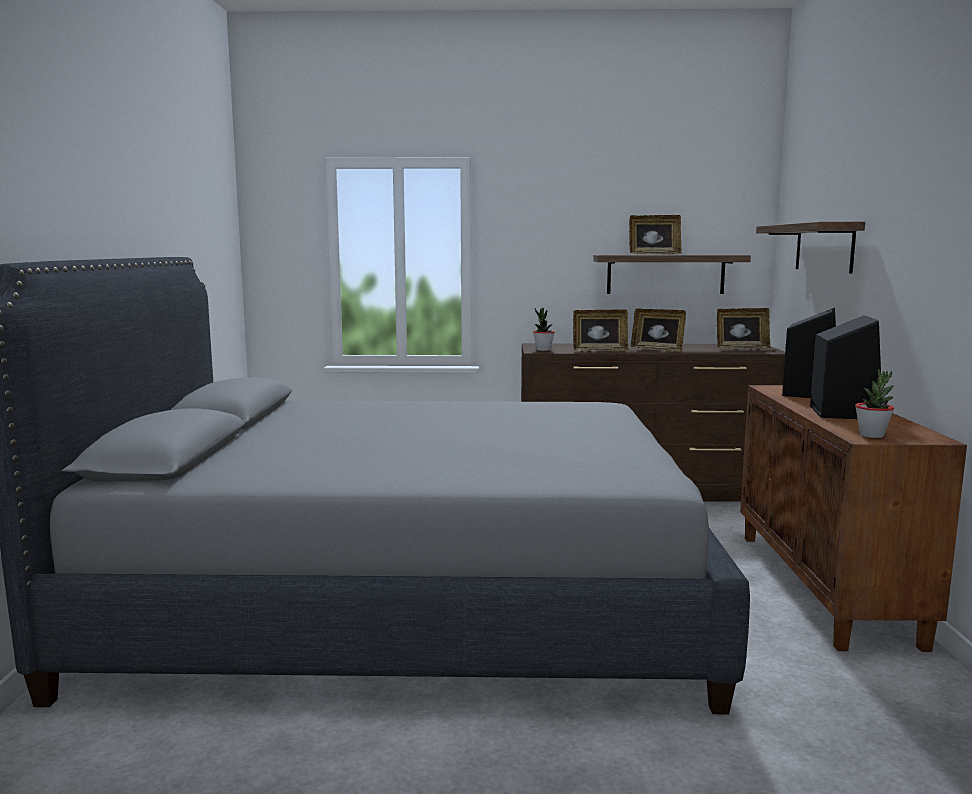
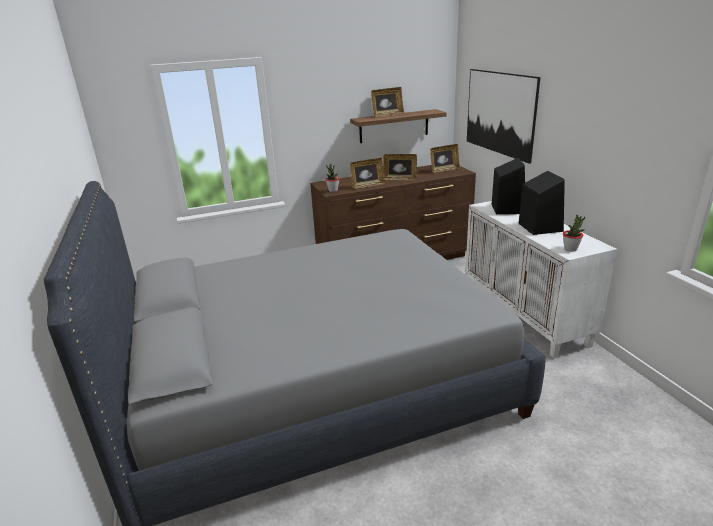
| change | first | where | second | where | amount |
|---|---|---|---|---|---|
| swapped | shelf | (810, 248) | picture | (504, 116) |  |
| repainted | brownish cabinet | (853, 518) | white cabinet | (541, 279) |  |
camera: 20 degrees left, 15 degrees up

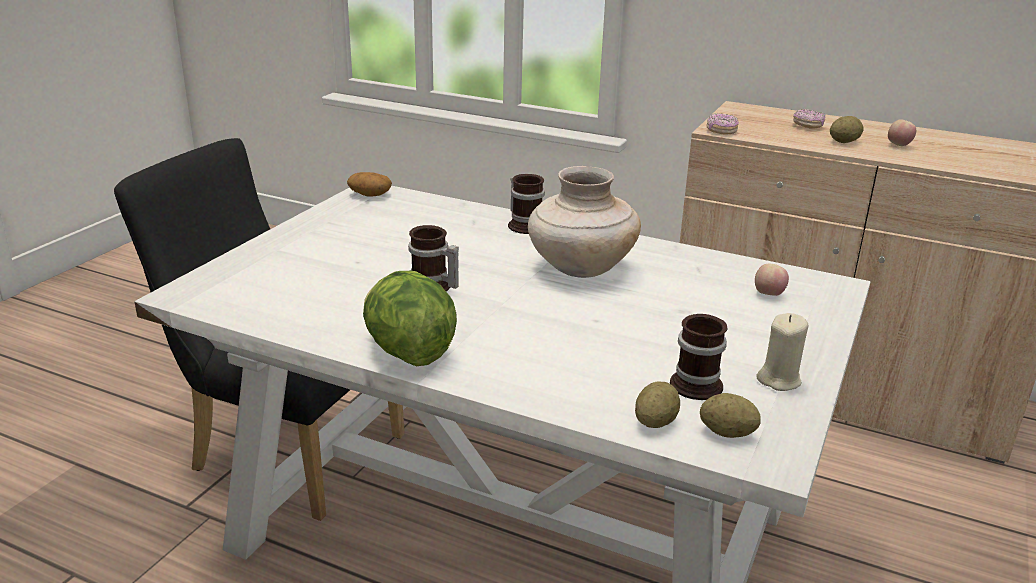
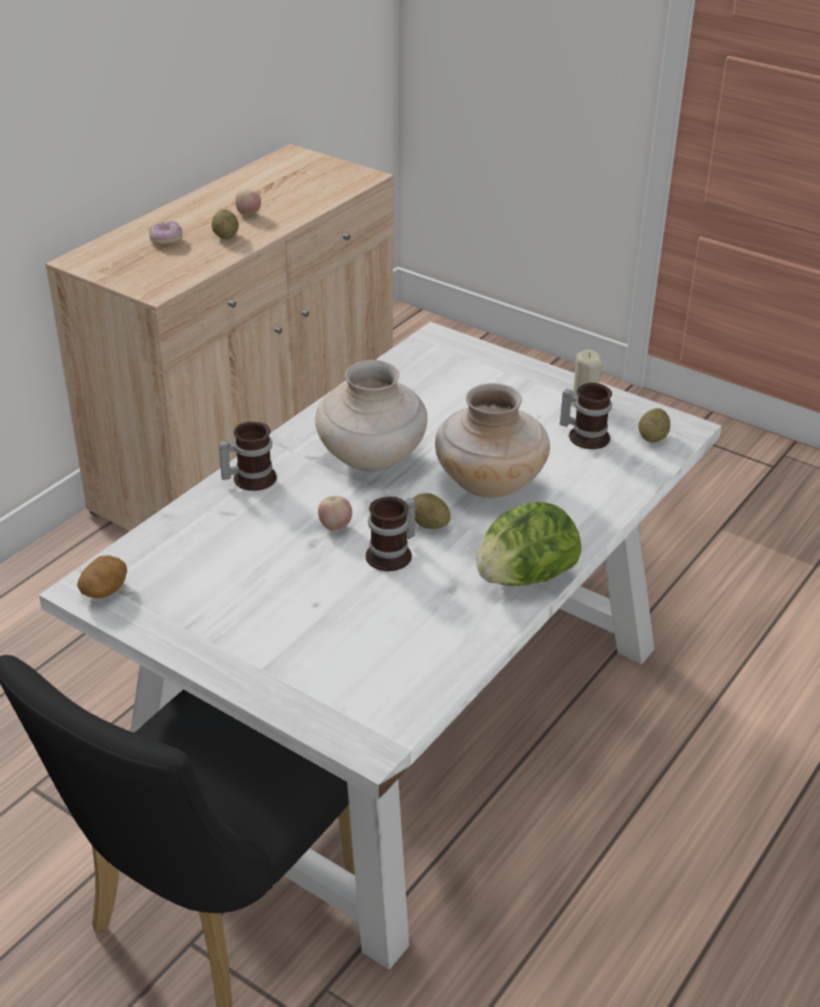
| change | first | where | second | where | amount |
|---|---|---|---|---|---|
| gone | donut | (723, 124) |  |  |  |
| new |  |  | beige-coloured flower vase | (492, 440) |  |
| shifted | whole potato | (657, 405) |  | (431, 511) |  |
| shifted | apple fruit | (772, 280) |  | (335, 513) |  |
camera: 80 degrees left, 10 degrees up

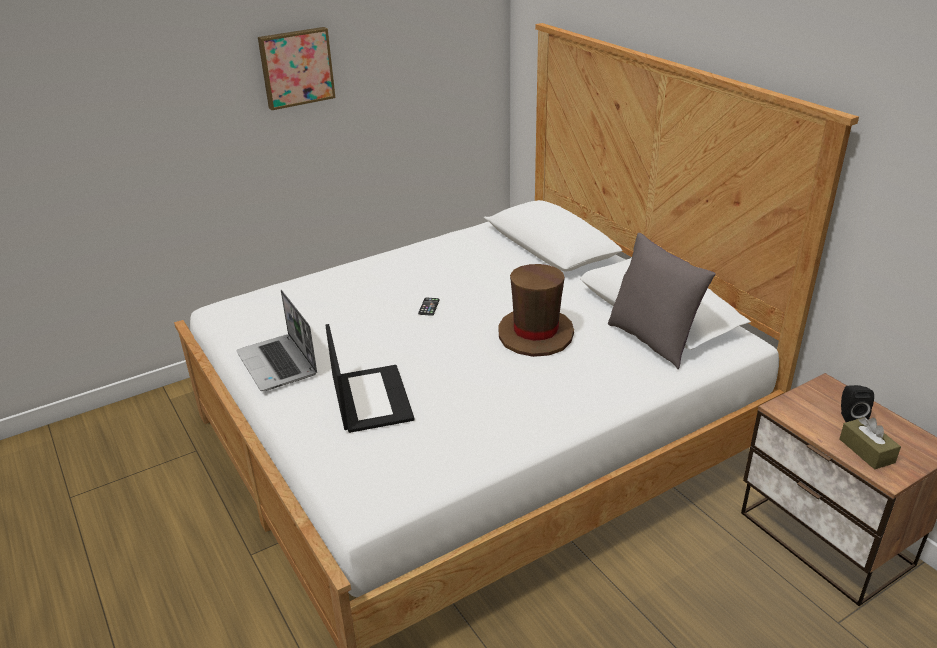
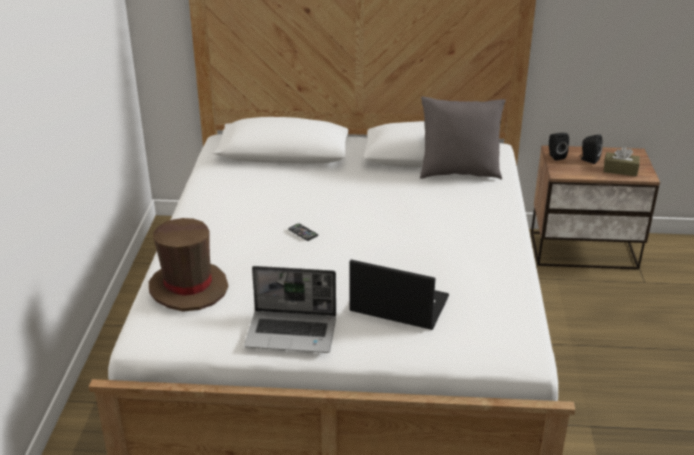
| change | first | where | second | where | amount |
|---|---|---|---|---|---|
| gone | picture | (297, 68) |  |  |  |
| new |  |  | blackish loudspeaker | (559, 147) |  |
| shifted | brownish wearable hat | (536, 310) |  | (189, 265) |  |
camera: 55 degrees left, 0 degrees up

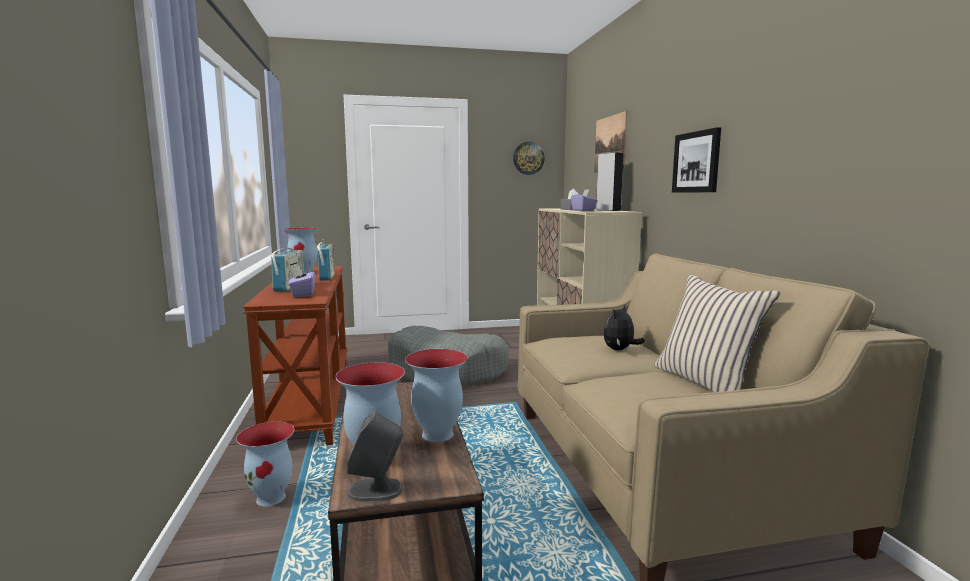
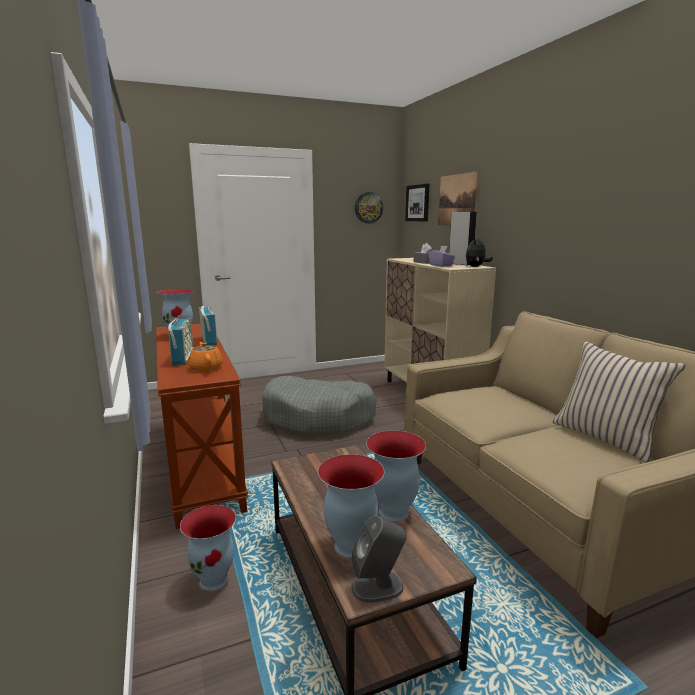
| change | first | where | second | where | amount |
|---|---|---|---|---|---|
| shifted | cuddly toy | (624, 327) |  | (479, 252) |  |
| shifted | picture | (696, 160) |  | (417, 203) |  |
| swapped | purple-coloured tissue holder | (302, 281) | orange-coloured tea pot | (205, 356) |  |
camera: 10 degrees left, 5 degrees up

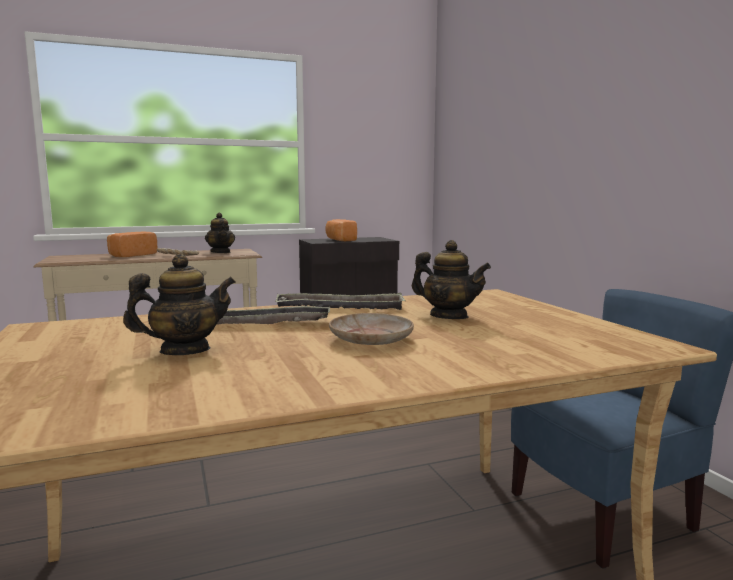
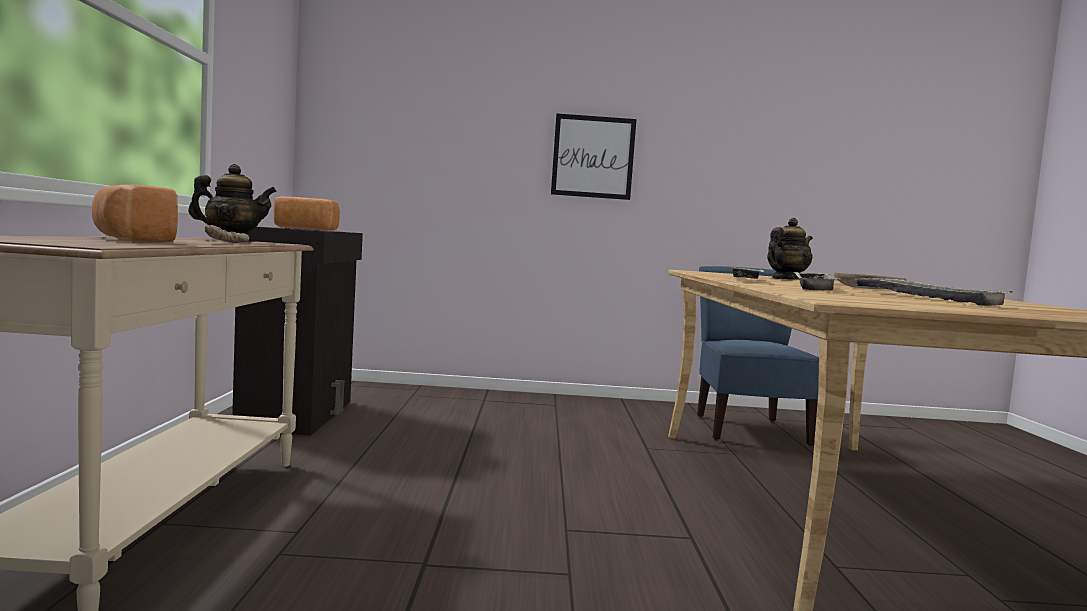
| change | first | where | second | where | amount |
|---|---|---|---|---|---|
| new |  |  | picture | (593, 156) |  |
| swapped | tea pot | (179, 304) | serving tray | (932, 291) |  |
camera: 70 degrees left, 5 degrees down

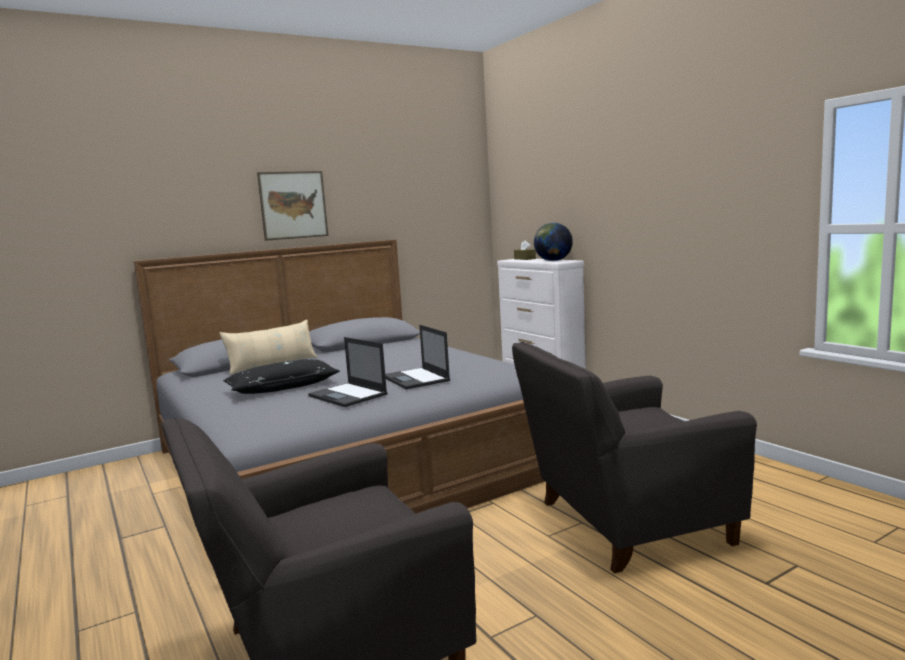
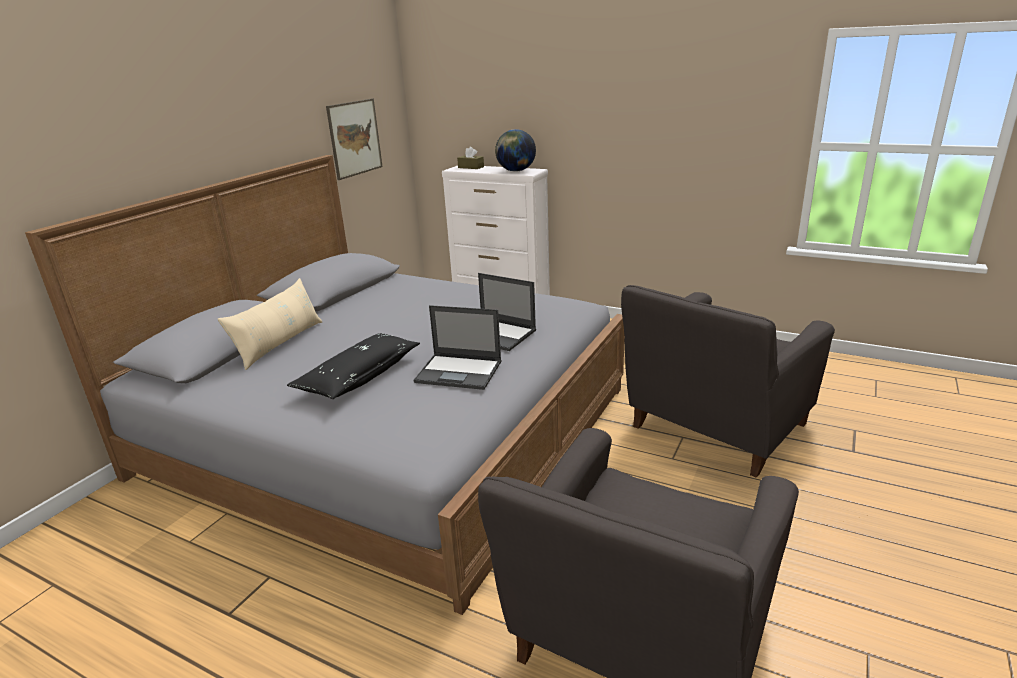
| change | first | where | second | where | amount |
|---|---|---|---|---|---|
| shifted | picture | (292, 206) |  | (354, 139) |  |
camera: 30 degrees left, 15 degrees up

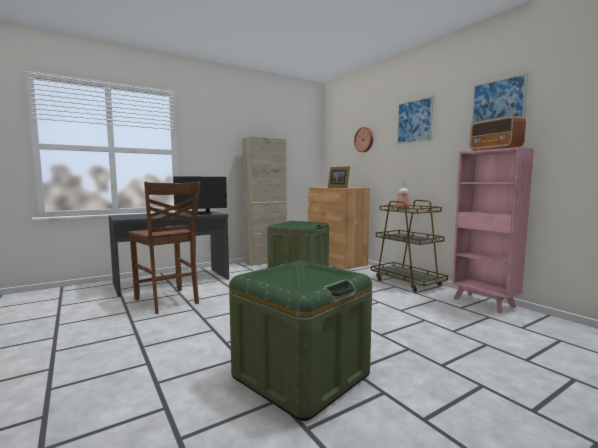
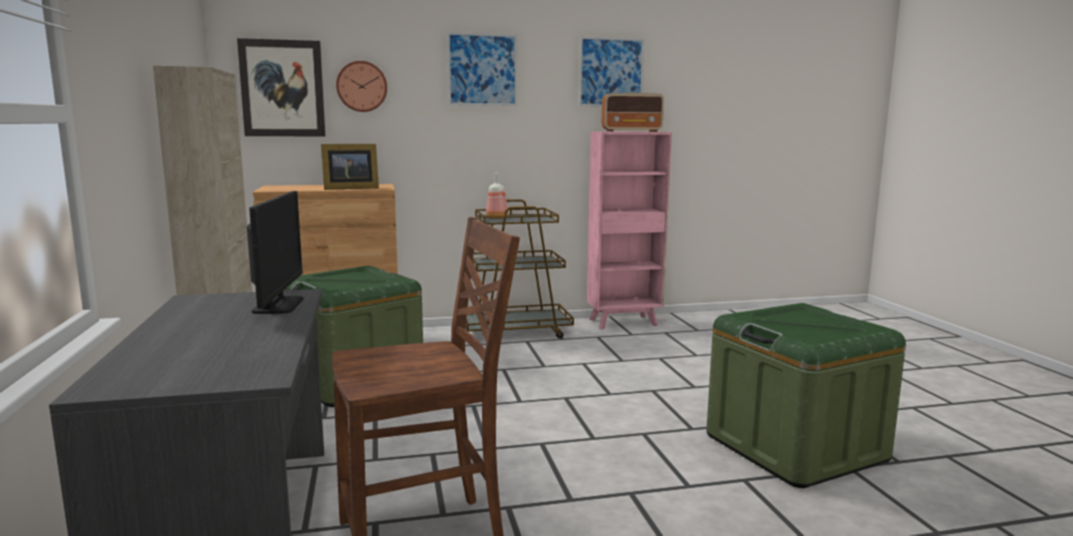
| change | first | where | second | where | amount |
|---|---|---|---|---|---|
| new |  |  | picture | (281, 87) |  |
camera: 70 degrees left, 5 degrees up

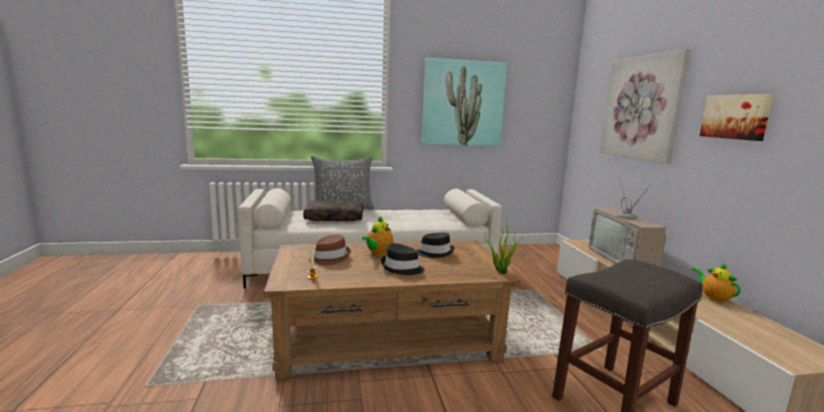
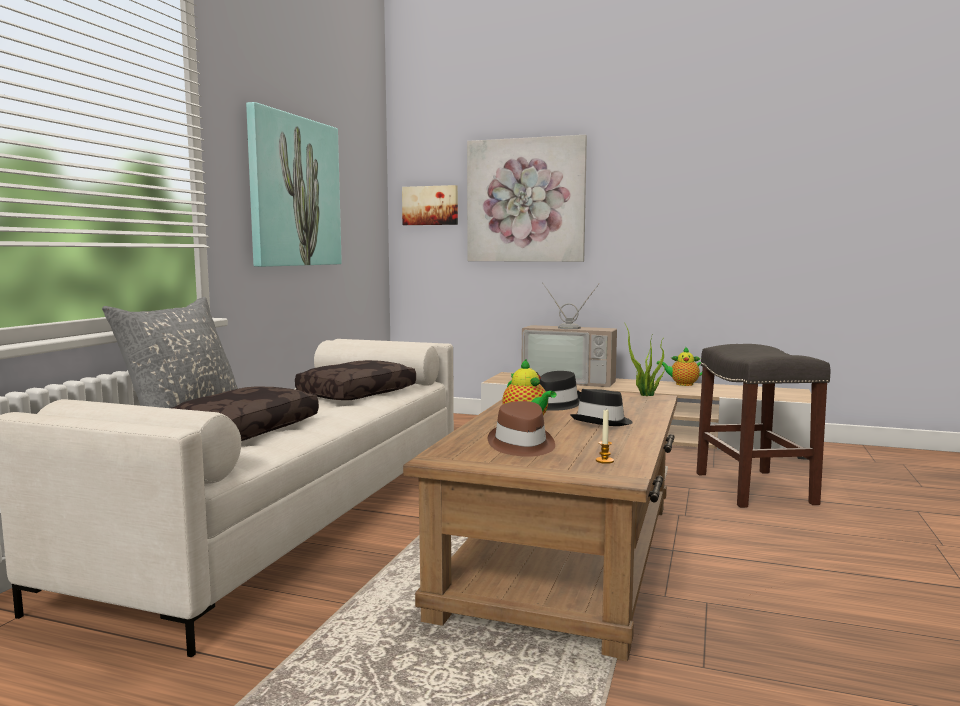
| change | first | where | second | where | amount |
|---|---|---|---|---|---|
| new |  |  | brownish throw pillow | (355, 380) |  |
| shifted | picture | (737, 117) |  | (430, 205) |  |
camera: 60 degrees left, 5 degrees down

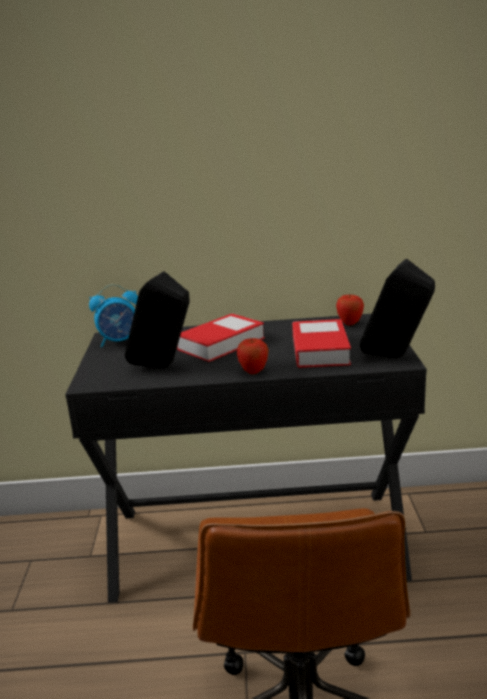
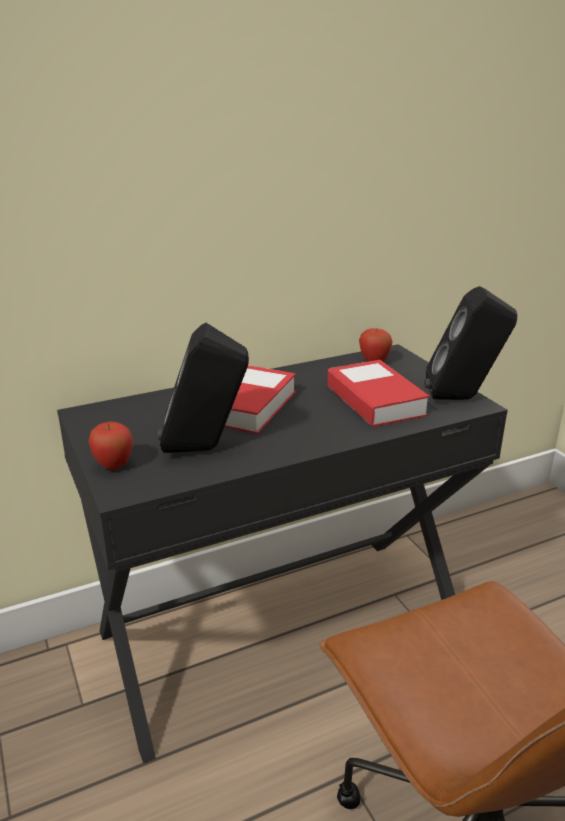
| change | first | where | second | where | amount |
|---|---|---|---|---|---|
| gone | alarm clock | (113, 316) |  |  |  |
| shifted | apple fruit | (252, 356) |  | (111, 446) |  |
camera: 25 degrees left, 5 degrees up

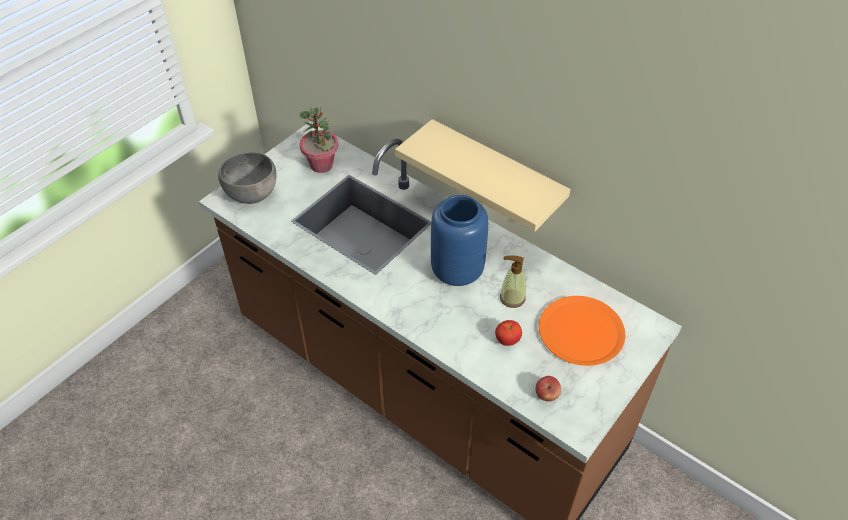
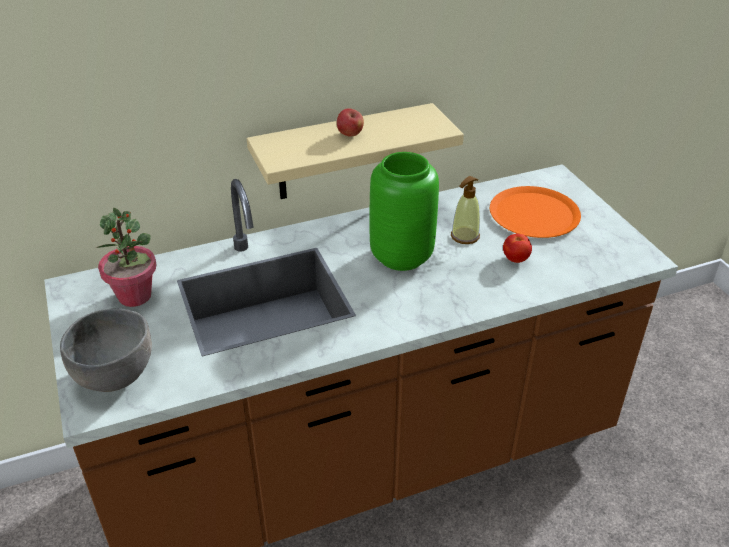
| change | first | where | second | where | amount |
|---|---|---|---|---|---|
| shifted | apple fruit | (548, 389) |  | (350, 122) |  |
| repainted | bluish flower vase | (459, 240) | green-coloured flower vase | (404, 211) |  |
camera: 60 degrees left, 10 degrees down

